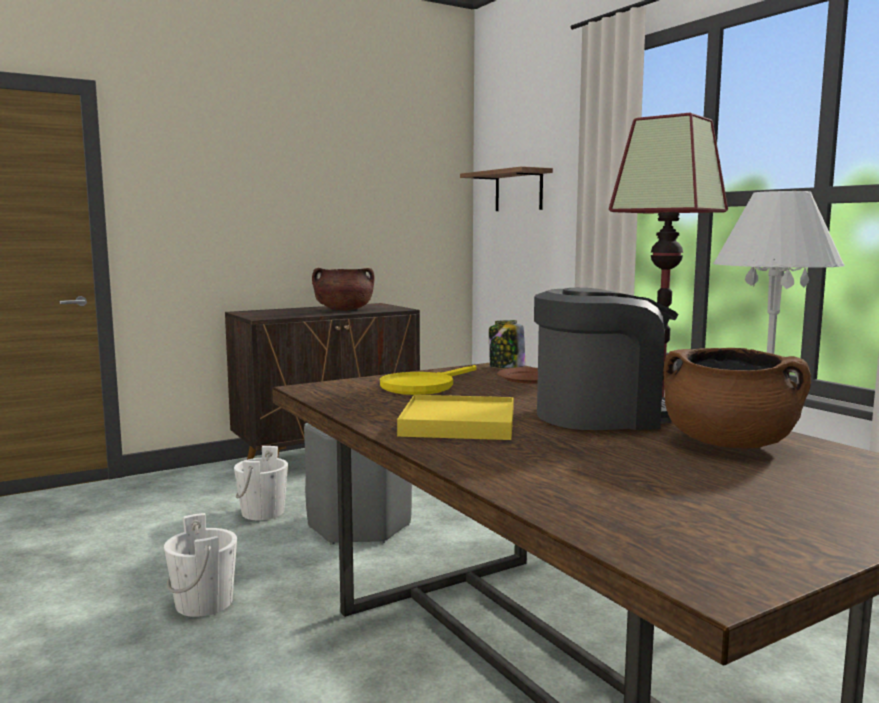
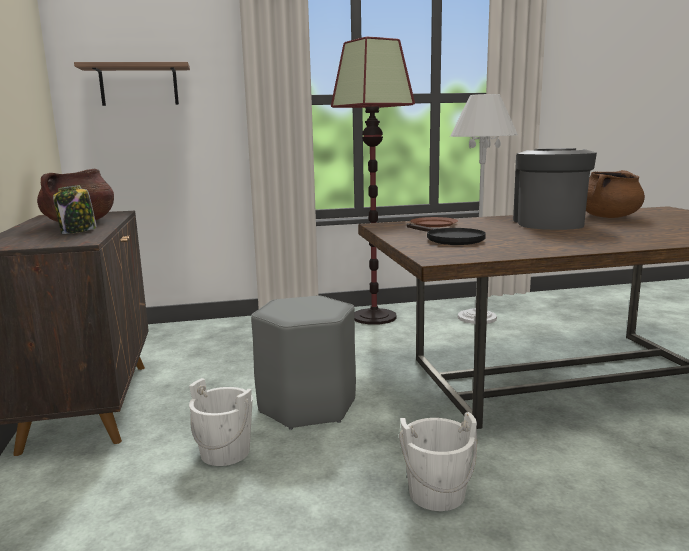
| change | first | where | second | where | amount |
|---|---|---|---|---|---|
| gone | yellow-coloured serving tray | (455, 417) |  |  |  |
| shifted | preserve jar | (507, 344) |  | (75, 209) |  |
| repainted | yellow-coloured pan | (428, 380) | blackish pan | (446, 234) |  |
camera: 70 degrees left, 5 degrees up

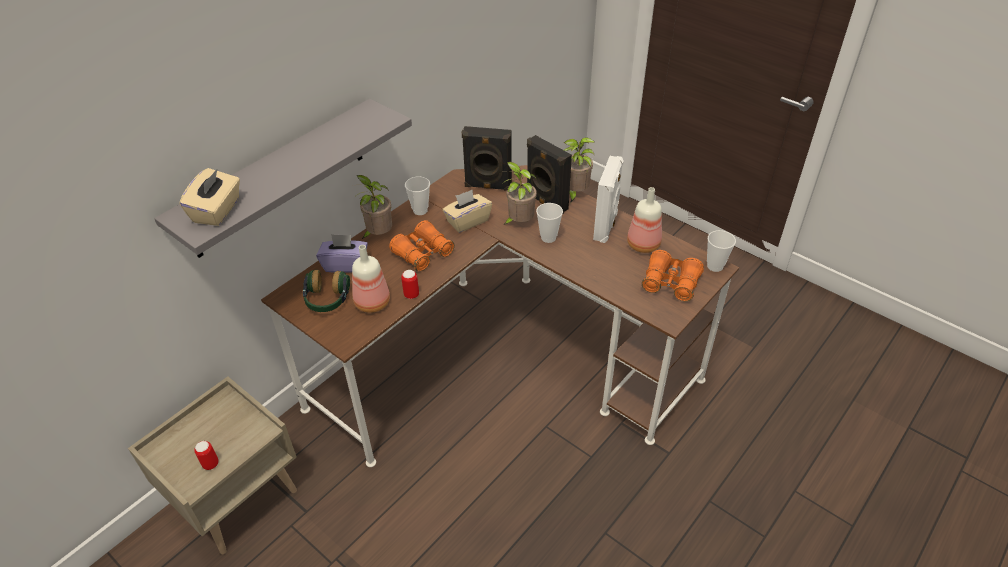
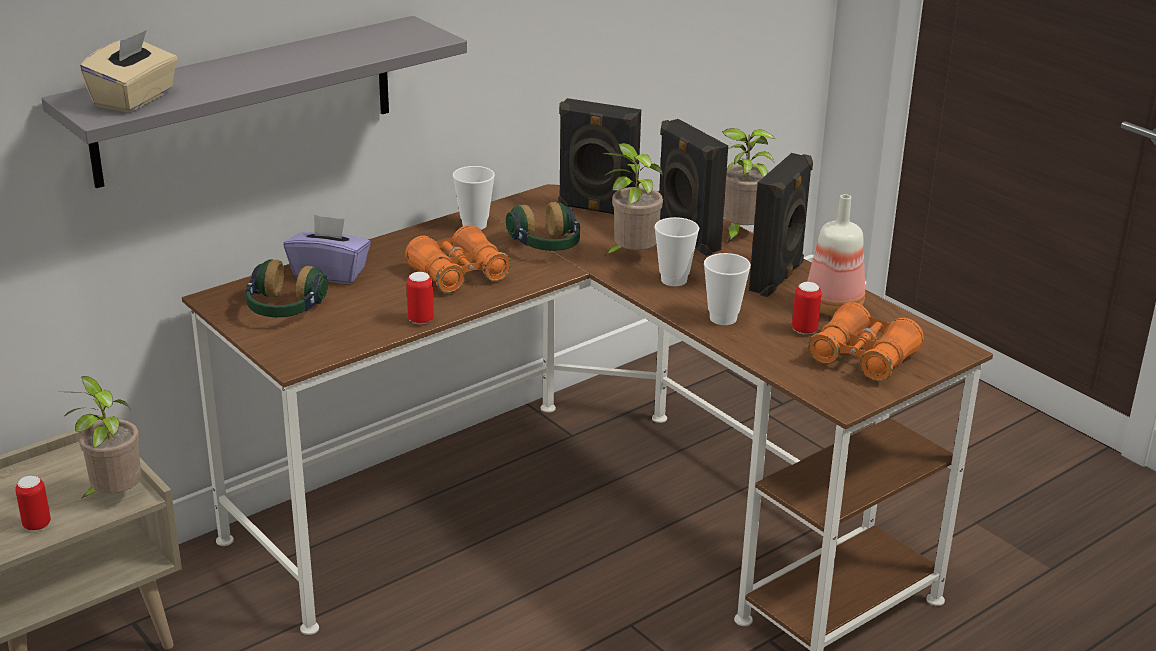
| change | first | where | second | where | amount |
|---|---|---|---|---|---|
| gone | beverage bottle | (371, 279) |  |  |  |
| new |  |  | sealed can | (807, 308) |  |
| shifted | houseplant | (371, 207) |  | (102, 437) |  |
| shifted | small cup | (721, 251) |  | (727, 289) |  |
| swapped | beige-coloured tissue holder | (467, 211) | headset | (543, 226) |  |
| repainted | white loudspeaker | (608, 199) | blackish loudspeaker | (781, 225) |  |
camera: 10 degrees right, 15 degrees down

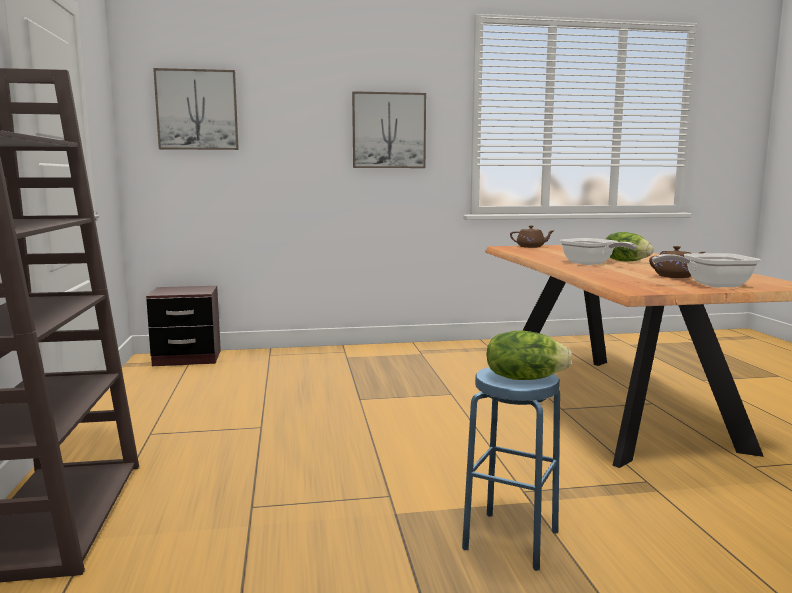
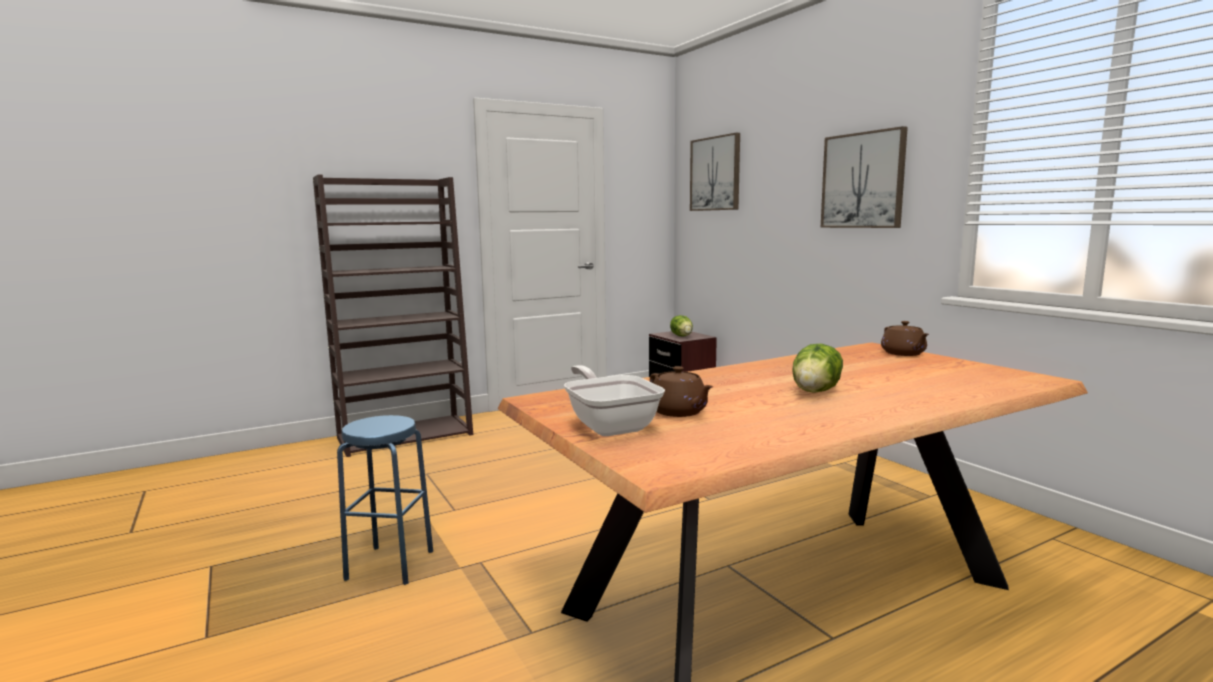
| change | first | where | second | where | amount |
|---|---|---|---|---|---|
| gone | pan | (598, 251) |  |  |  |
| shifted | lettuce | (529, 355) |  | (681, 325) |  |
camera: 70 degrees right, 0 degrees up

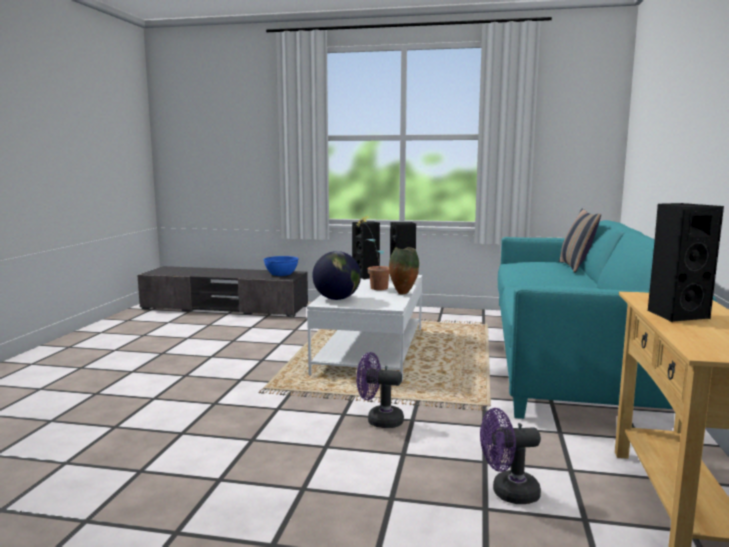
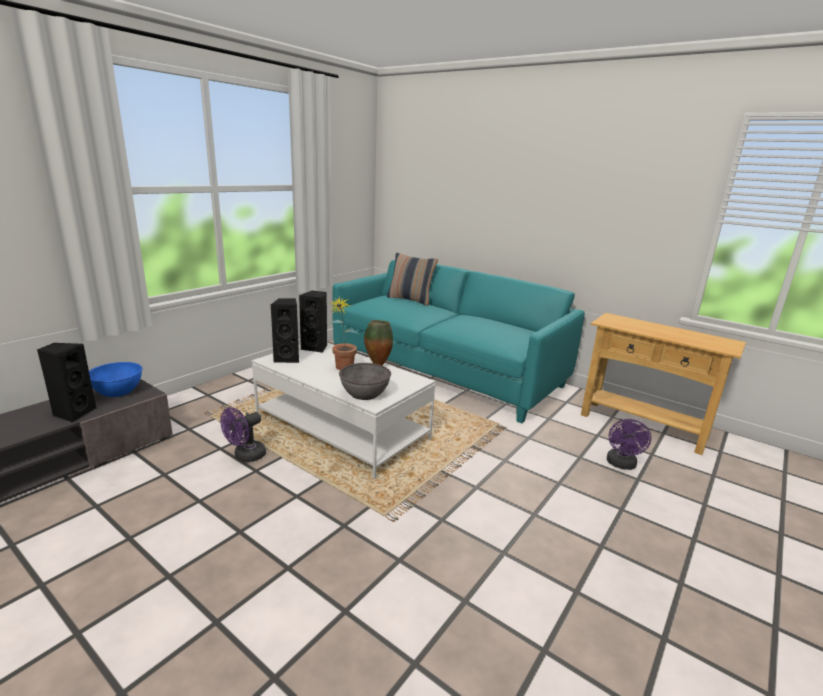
| change | first | where | second | where | amount |
|---|---|---|---|---|---|
| shifted | purple-coloured cooling fan | (380, 390) |  | (243, 434) |  |
| shifted | blackish loudspeaker | (685, 262) |  | (66, 382) |  |
| swapped | globe | (336, 275) | gray serving bowl | (365, 381) |  |
camera: 65 degrees left, 10 degrees up

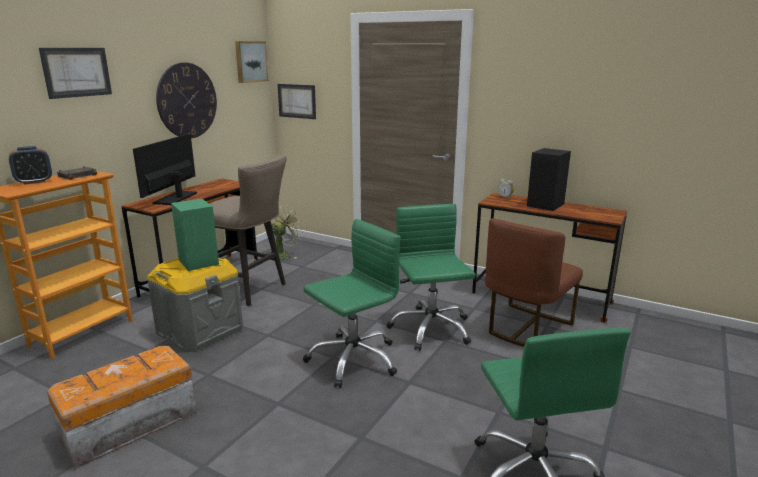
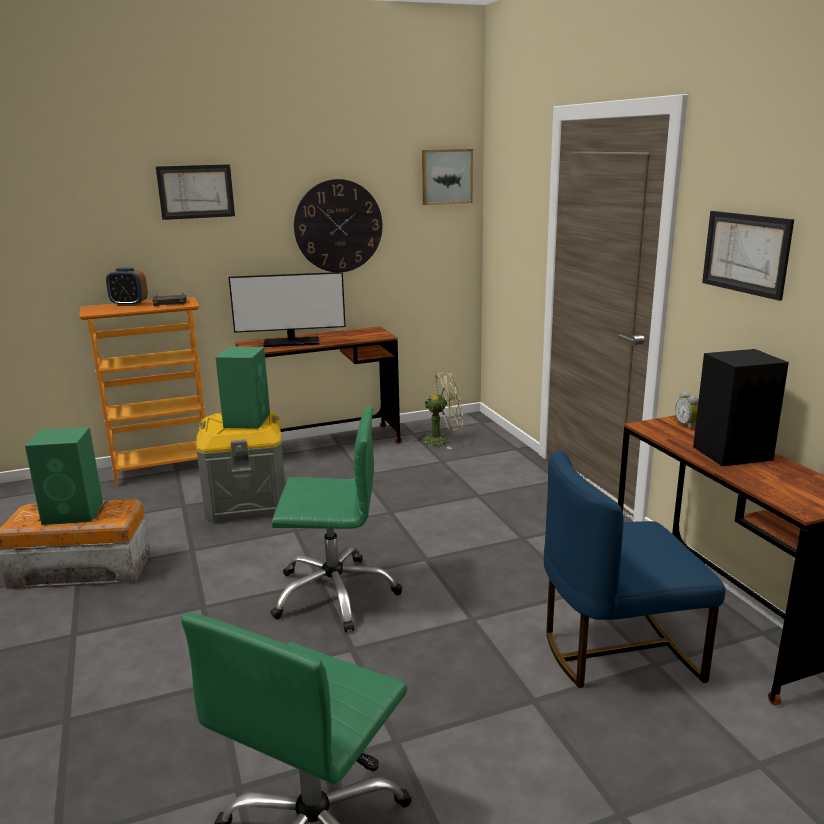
| change | first | where | second | where | amount |
|---|---|---|---|---|---|
| gone | beige-coloured stool | (248, 230) |  |  |  |
| gone | green-coloured office chair | (431, 277) |  |  |  |
| new |  |  | green-coloured loudspeaker | (64, 476) |  |
| shifted | picture | (297, 101) |  | (748, 256) |  |
| repainted | brownish chair | (534, 282) | bluish chair | (634, 569) |  |
| rotated | monitor | (165, 169) |  | (287, 309) | 150 degrees counterclockwise |
camera: 40 degrees right, 0 degrees up

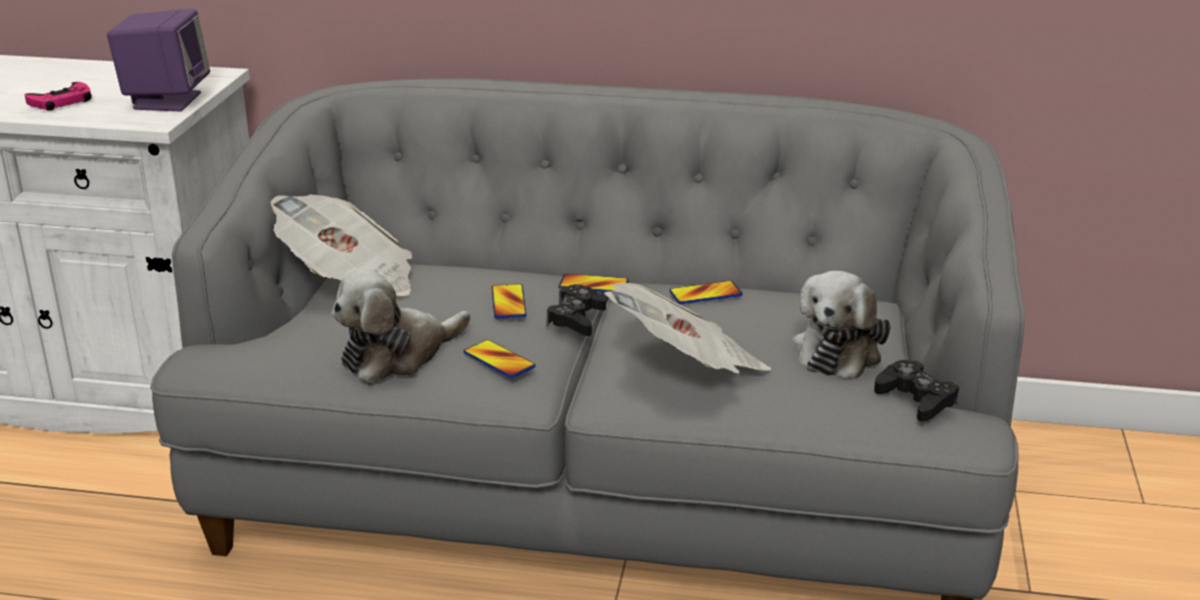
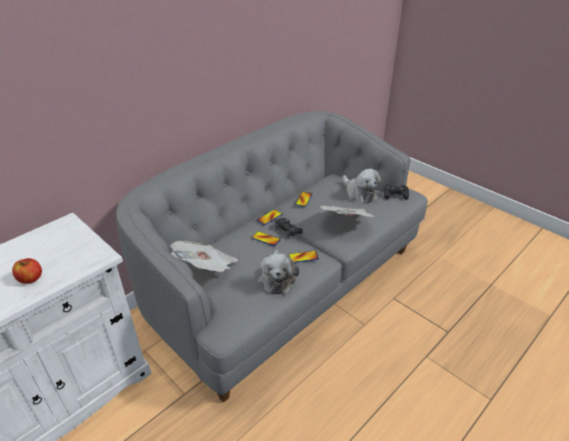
| change | first | where | second | where | amount |
|---|---|---|---|---|---|
| gone | purple-coloured loudspeaker | (158, 60) |  |  |  |
| swapped | pinkish game controller | (58, 96) | apple fruit | (27, 271) |  |
camera: 55 degrees left, 10 degrees up

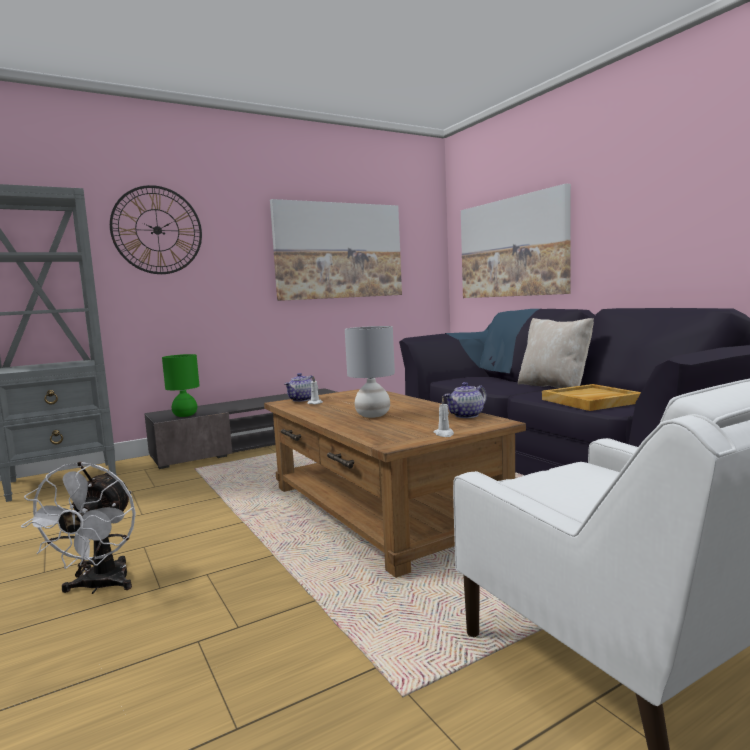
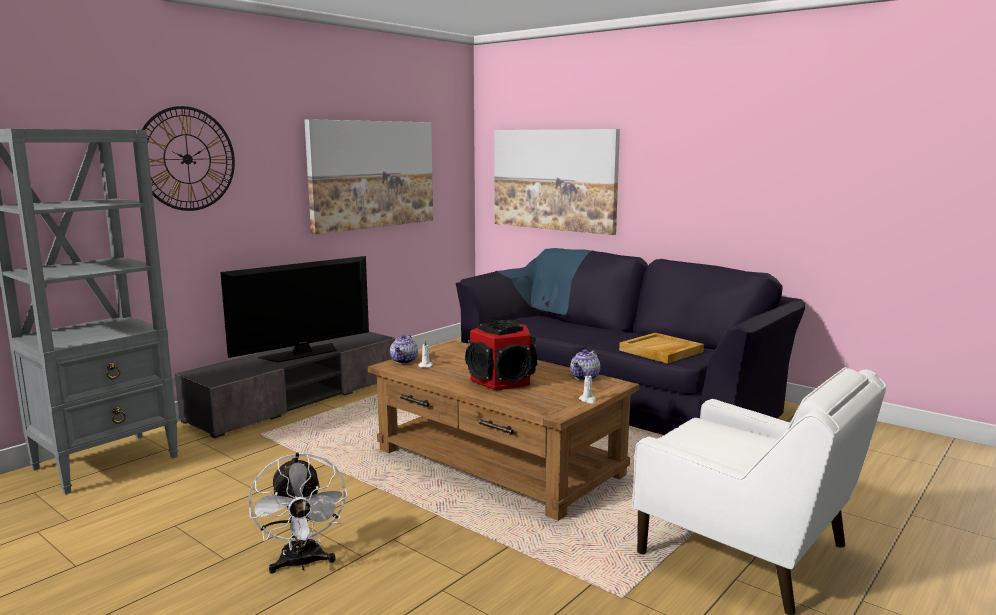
| change | first | where | second | where | amount |
|---|---|---|---|---|---|
| gone | green-coloured tabletop lamp | (181, 385) |  |  |  |
| gone | beige-coloured throw pillow | (556, 353) |  |  |  |
| new |  |  | TV | (294, 309) |  |
| swapped | gray tabletop lamp | (370, 372) | loudspeaker | (501, 354) |  |
camera: 20 degrees left, 5 degrees up

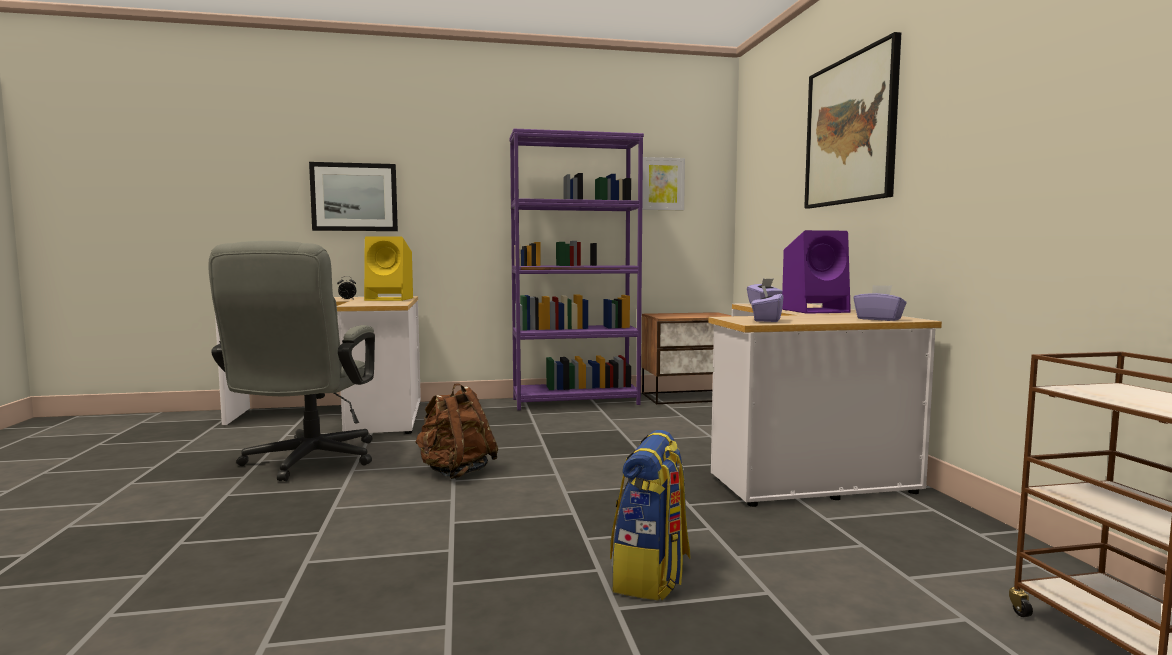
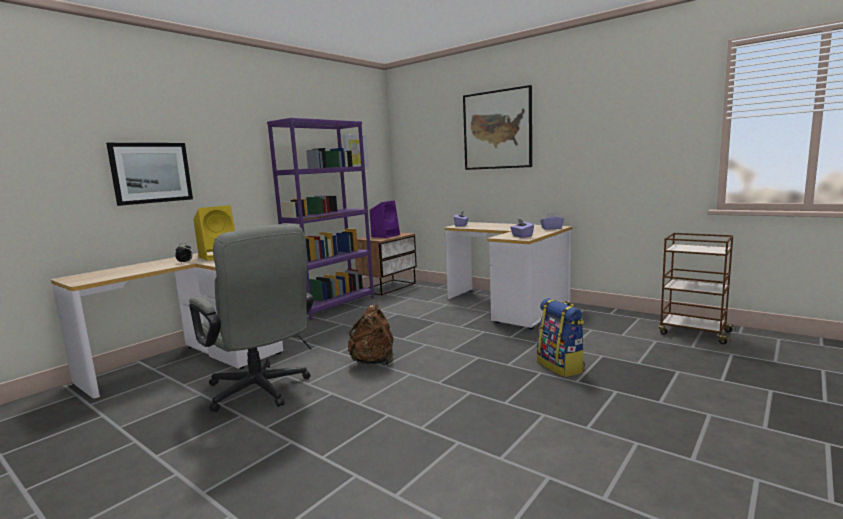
| change | first | where | second | where | amount |
|---|---|---|---|---|---|
| shifted | purple-coloured loudspeaker | (816, 272) |  | (384, 219) |  |
camera: 40 degrees left, 5 degrees up

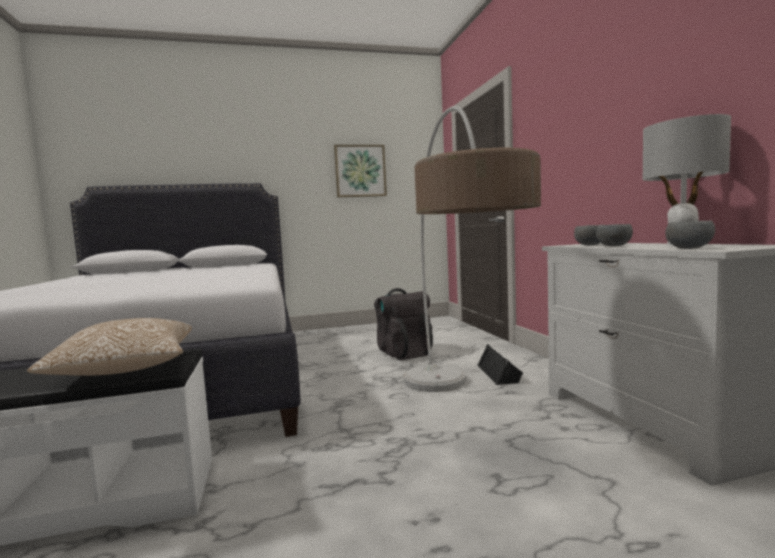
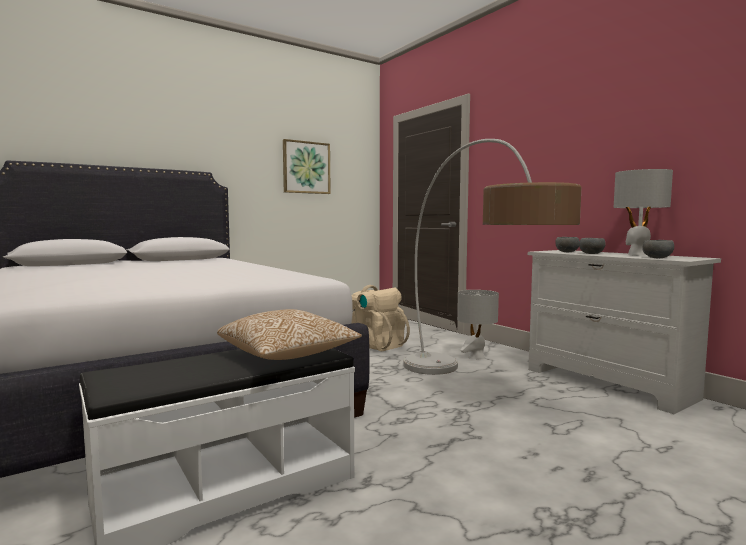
| change | first | where | second | where | amount |
|---|---|---|---|---|---|
| swapped | blackish loudspeaker | (500, 364) | gray tabletop lamp | (478, 324) |  |
| repainted | blackish knapsack | (403, 324) | beige-coloured knapsack | (380, 318) |  |
camera: 20 degrees left, 0 degrees up

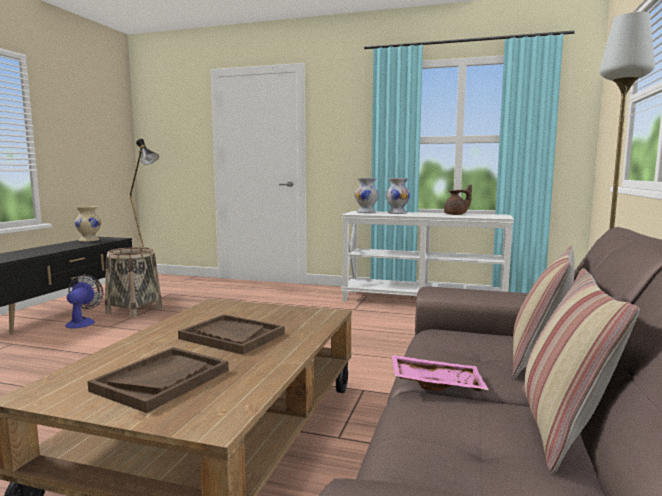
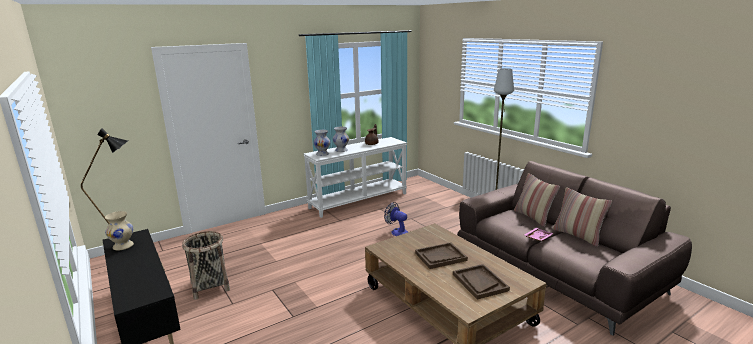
| change | first | where | second | where | amount |
|---|---|---|---|---|---|
| shifted | cooling fan | (84, 301) |  | (396, 219) |  |
camera: 50 degrees left, 10 degrees up

